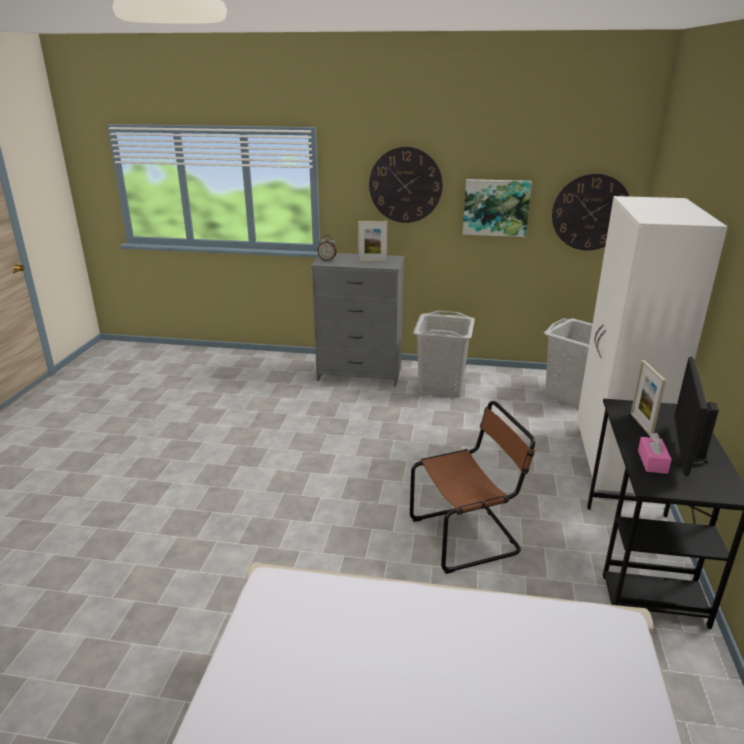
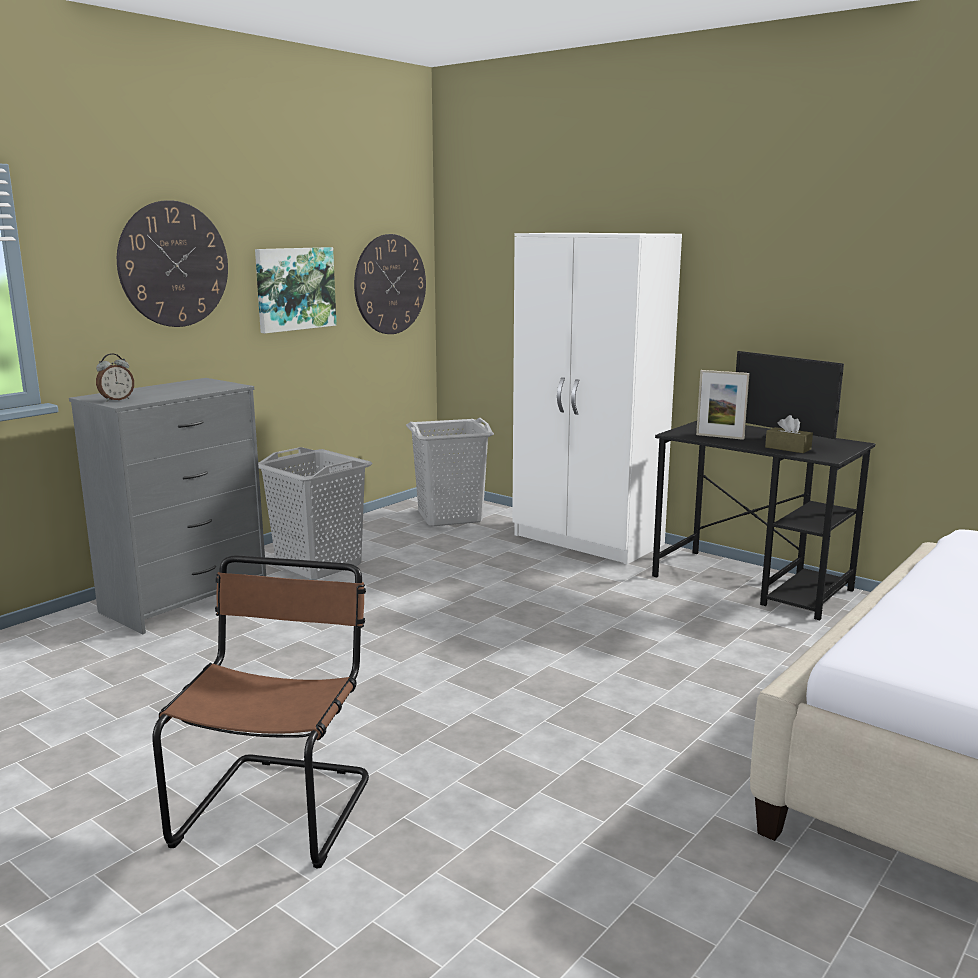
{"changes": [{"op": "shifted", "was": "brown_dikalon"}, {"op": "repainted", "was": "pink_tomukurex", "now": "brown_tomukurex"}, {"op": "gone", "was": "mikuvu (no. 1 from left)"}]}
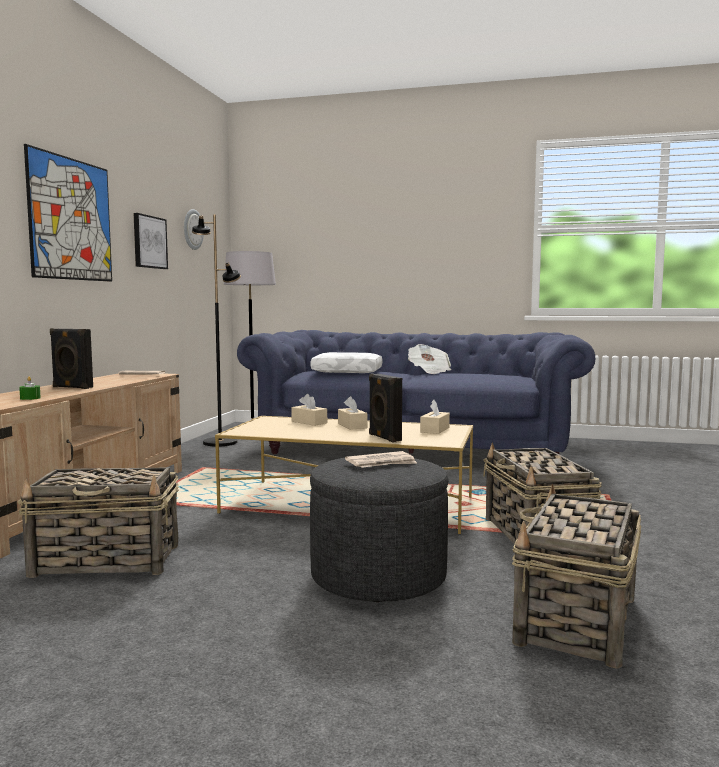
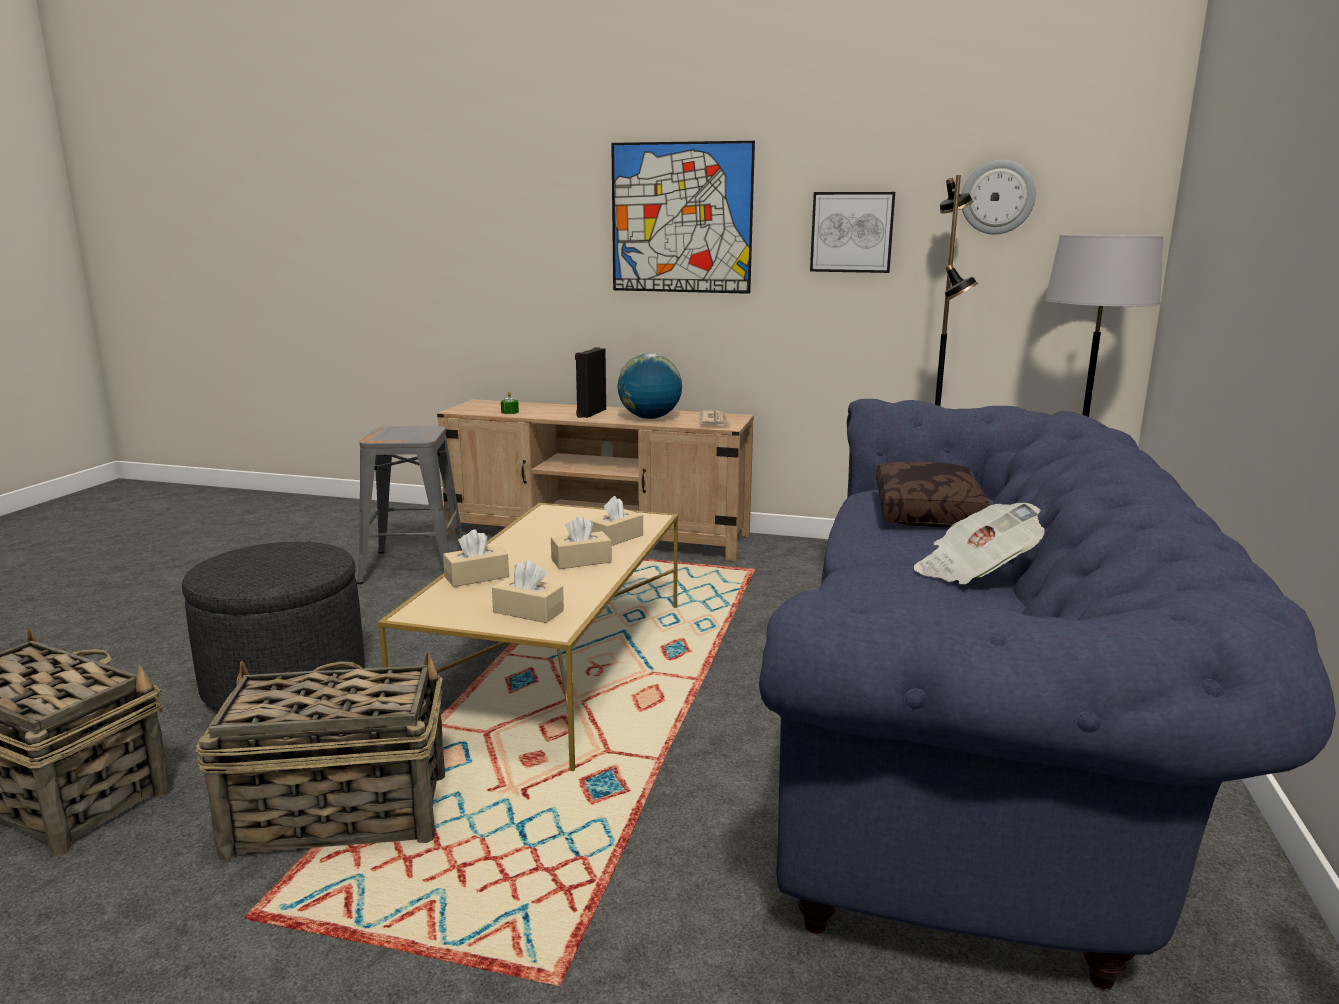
{"changes": [{"op": "swapped", "was": "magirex (no. 1 from left)", "now": "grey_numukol"}, {"op": "swapped", "was": "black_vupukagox (no. 2 from left)", "now": "beige_tomukurex (no. 1 from left)"}, {"op": "new", "now": "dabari"}, {"op": "repainted", "was": "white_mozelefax", "now": "brown_mozelefax"}, {"op": "gone", "was": "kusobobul (no. 2 from left)"}]}
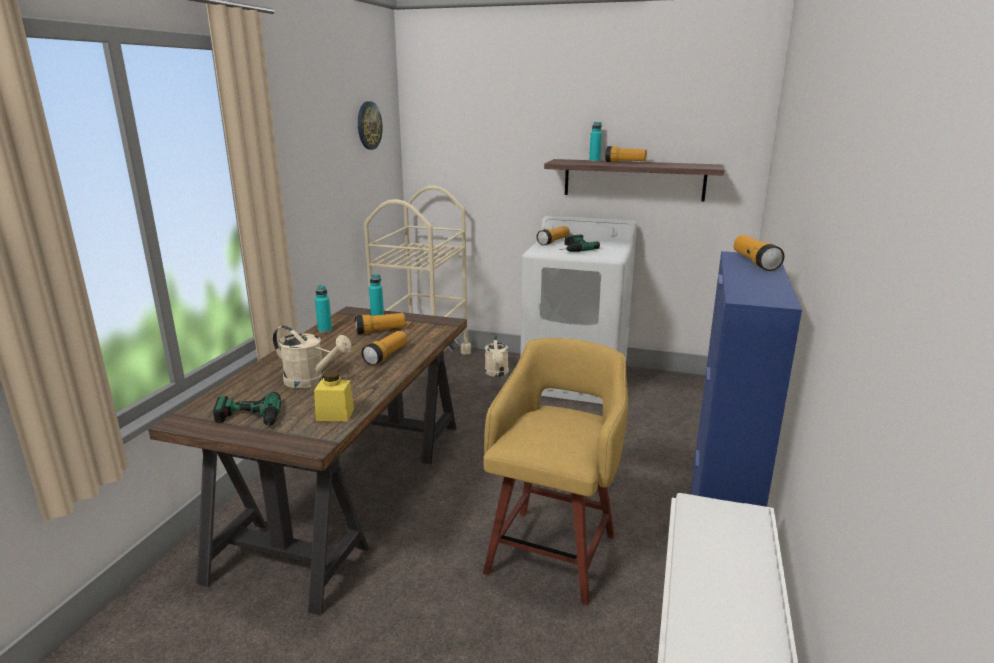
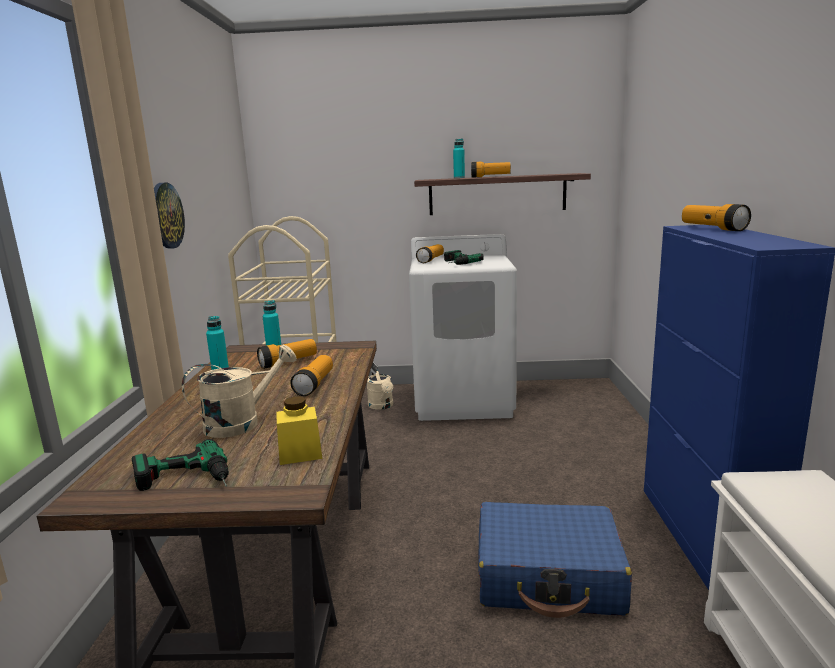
{"changes": [{"op": "shifted", "was": "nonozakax"}, {"op": "rotated", "was": "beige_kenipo (no. 1 from left)", "clockwise": -45}, {"op": "swapped", "was": "yellow_numukol", "now": "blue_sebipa"}]}
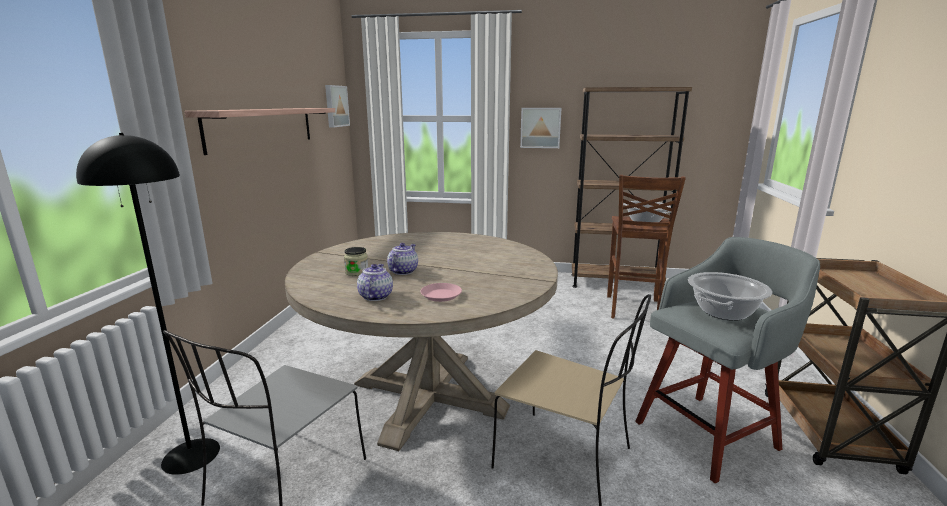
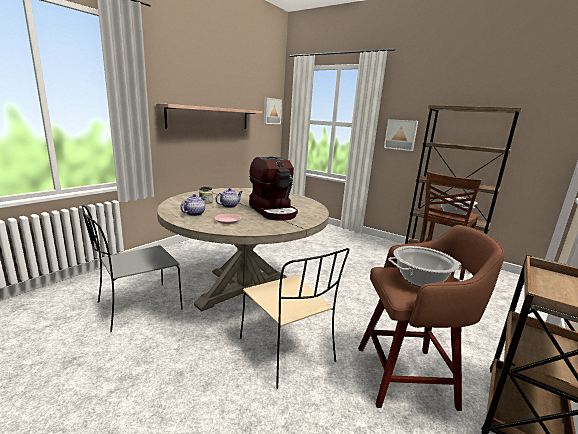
{"changes": [{"op": "new", "now": "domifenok"}, {"op": "repainted", "was": "grey_numukol", "now": "brown_numukol (no. 1 from left)"}, {"op": "gone", "was": "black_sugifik"}]}
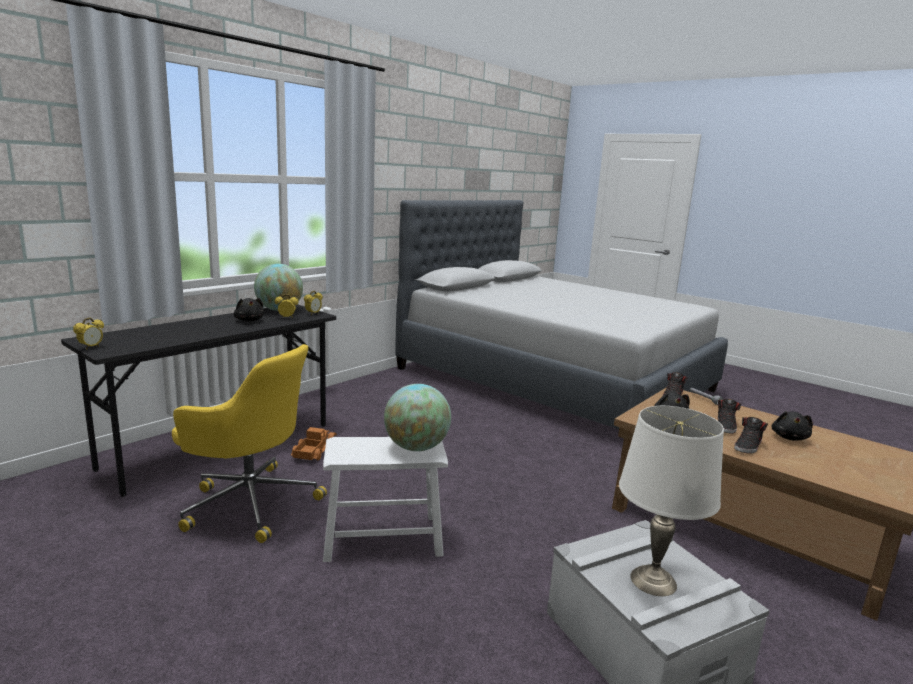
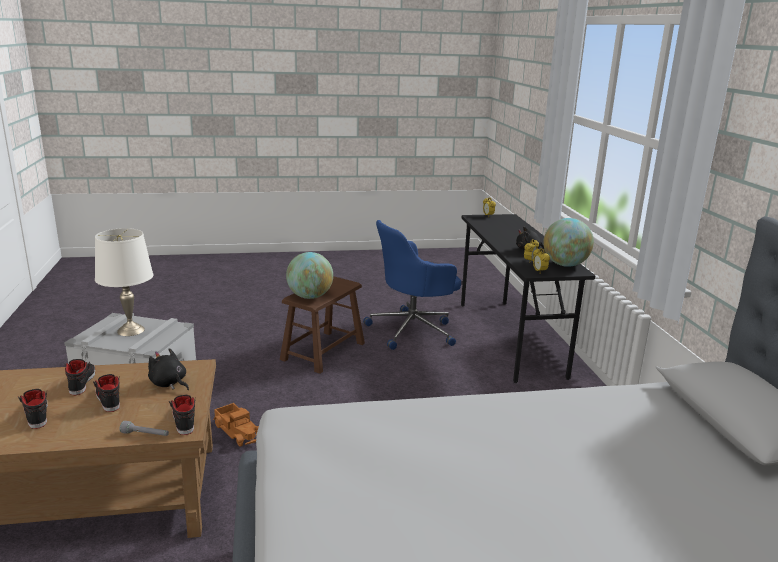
{"changes": [{"op": "swapped", "was": "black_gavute (no. 3 from left)", "now": "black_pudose (no. 1 from left)"}, {"op": "shifted", "was": "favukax"}, {"op": "repainted", "was": "white_numukol", "now": "brown_numukol"}, {"op": "repainted", "was": "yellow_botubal", "now": "blue_botubal"}]}
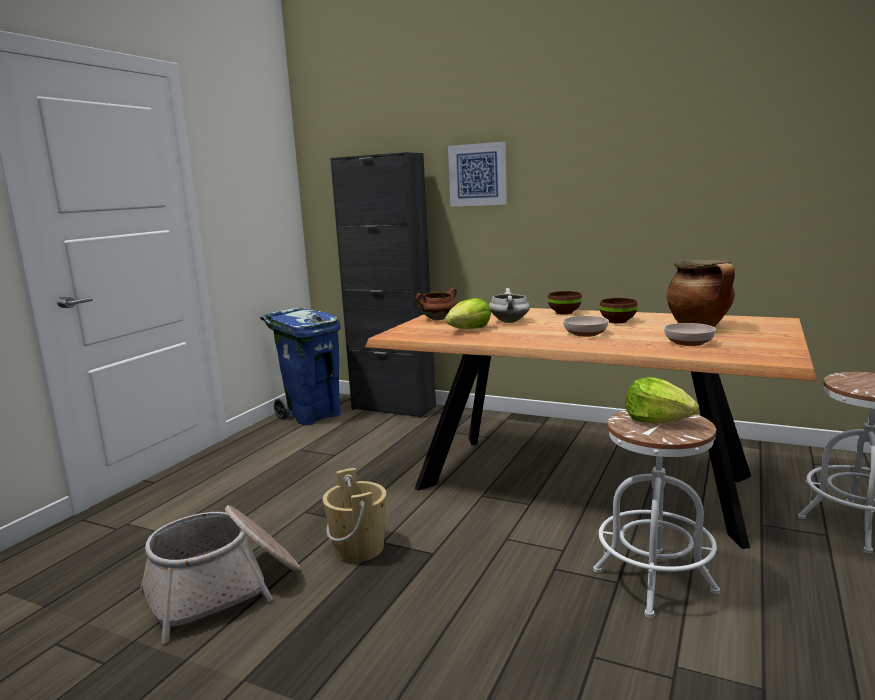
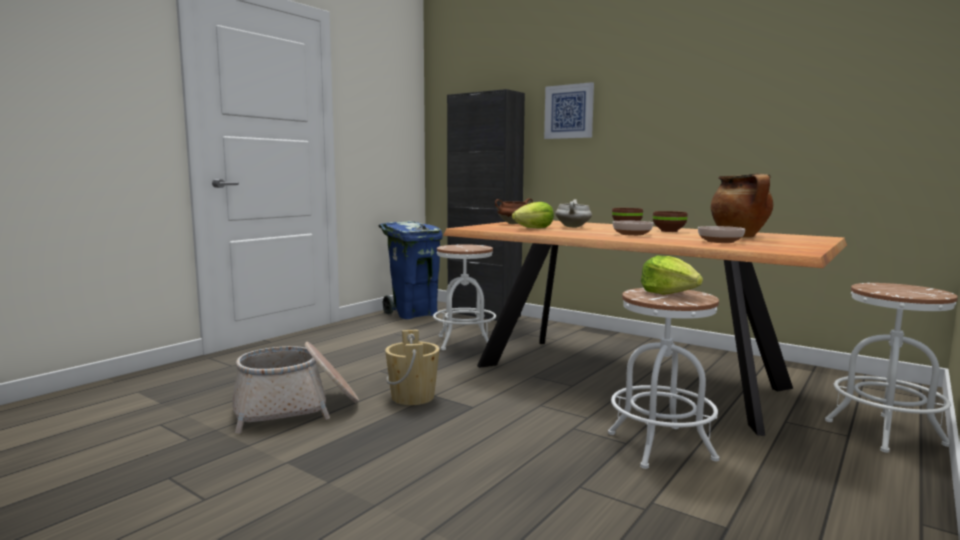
{"changes": [{"op": "new", "now": "white_numukol (no. 1 from left)"}]}
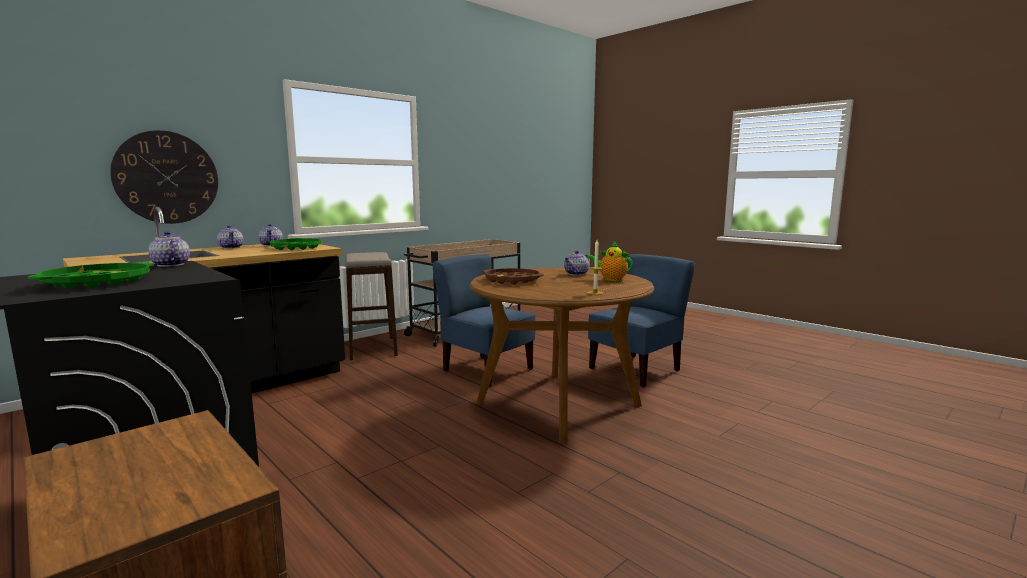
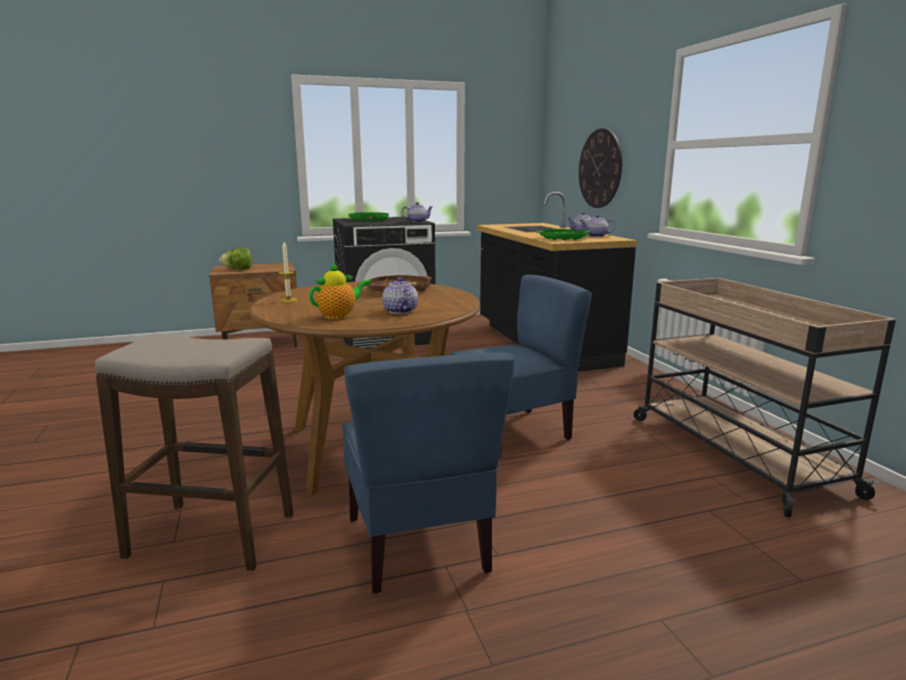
{"changes": [{"op": "shifted", "was": "numukol"}, {"op": "new", "now": "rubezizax"}]}
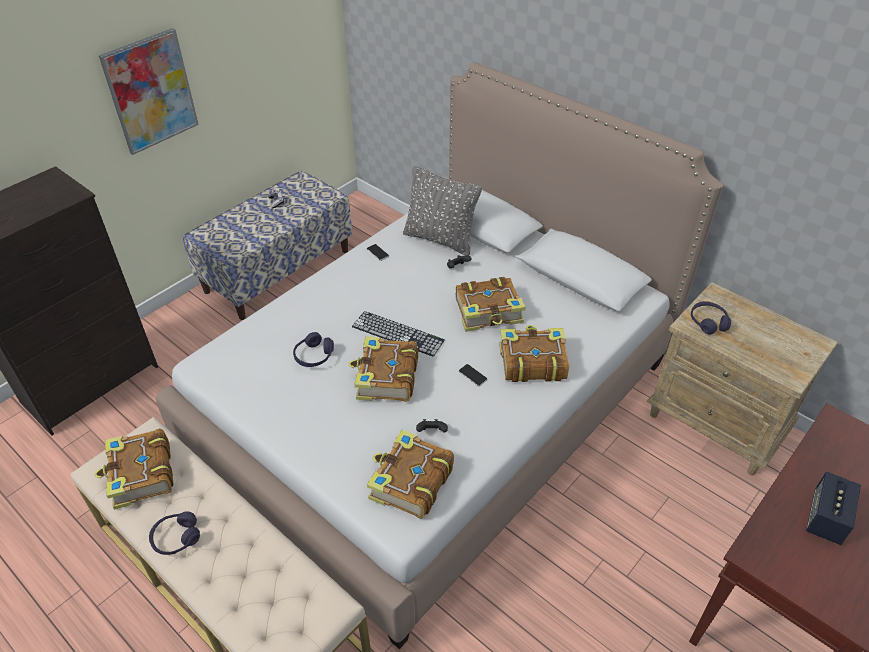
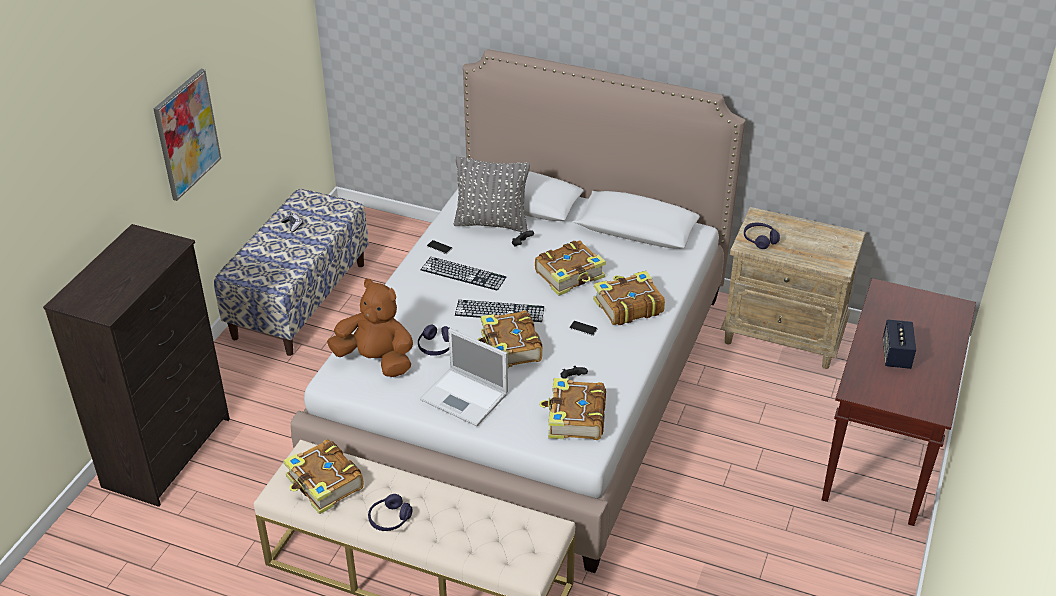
{"changes": [{"op": "new", "now": "brown_gavute"}, {"op": "new", "now": "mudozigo"}, {"op": "new", "now": "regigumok (no. 1 from left)"}]}
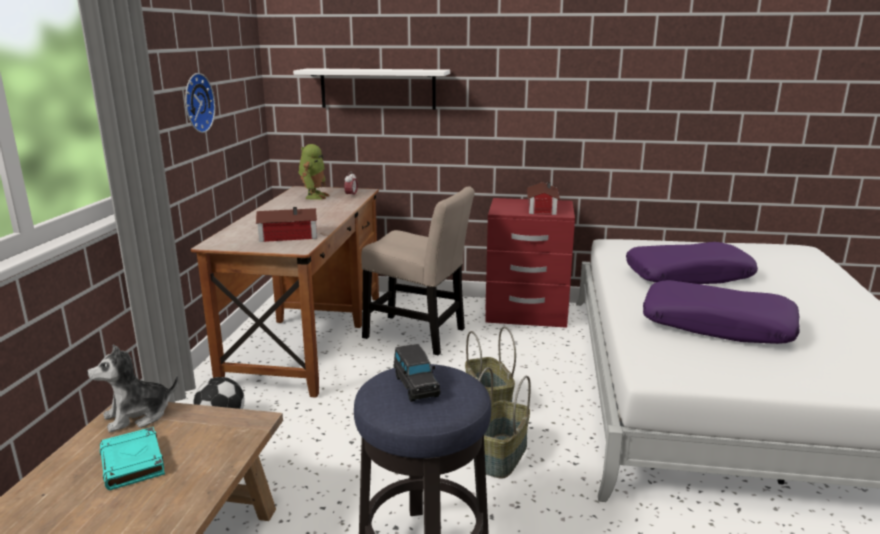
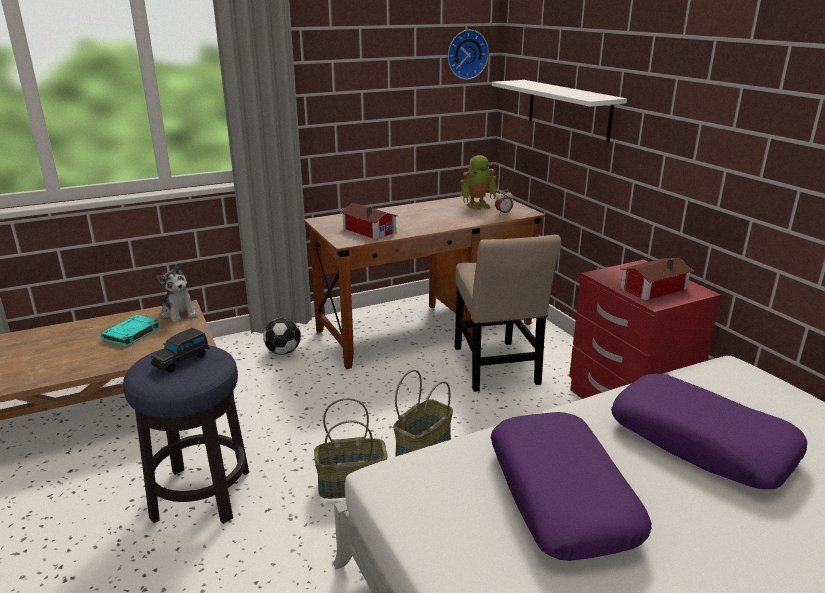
{"changes": [{"op": "rotated", "was": "gavute", "clockwise": -150}, {"op": "shifted", "was": "nonozakax"}]}
